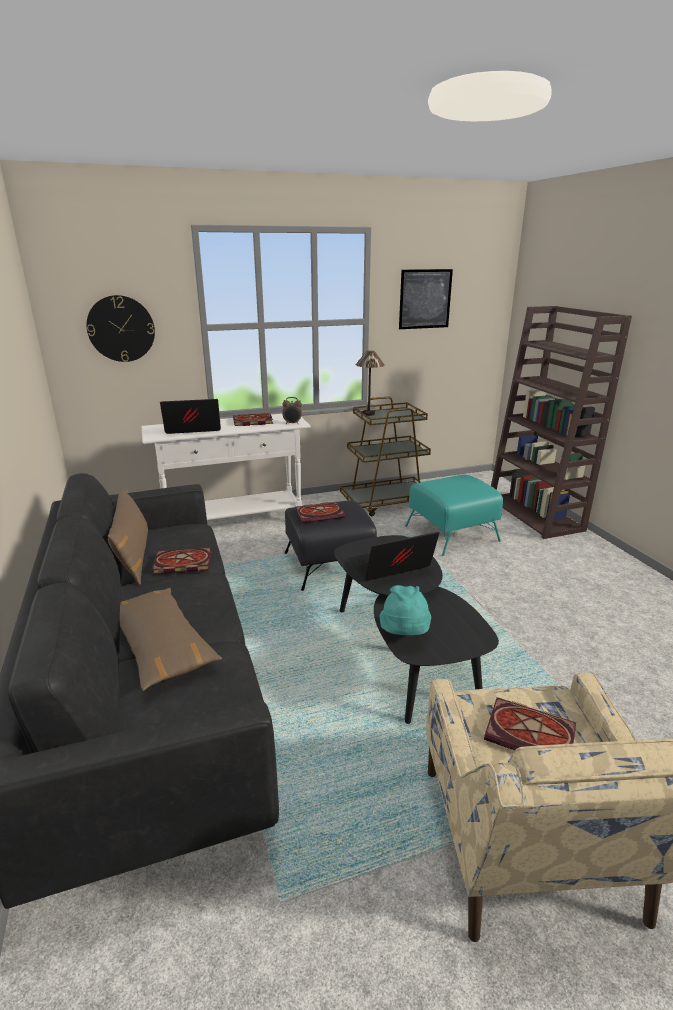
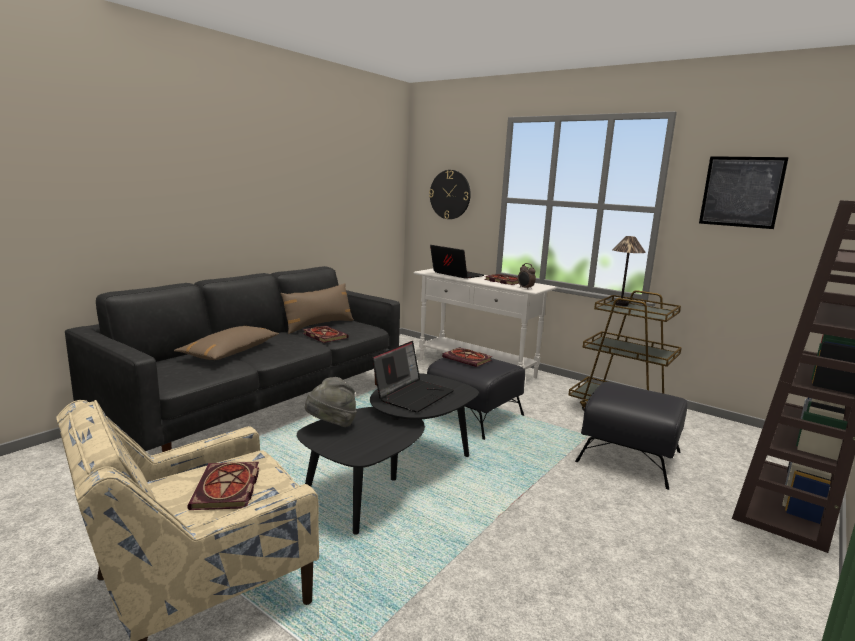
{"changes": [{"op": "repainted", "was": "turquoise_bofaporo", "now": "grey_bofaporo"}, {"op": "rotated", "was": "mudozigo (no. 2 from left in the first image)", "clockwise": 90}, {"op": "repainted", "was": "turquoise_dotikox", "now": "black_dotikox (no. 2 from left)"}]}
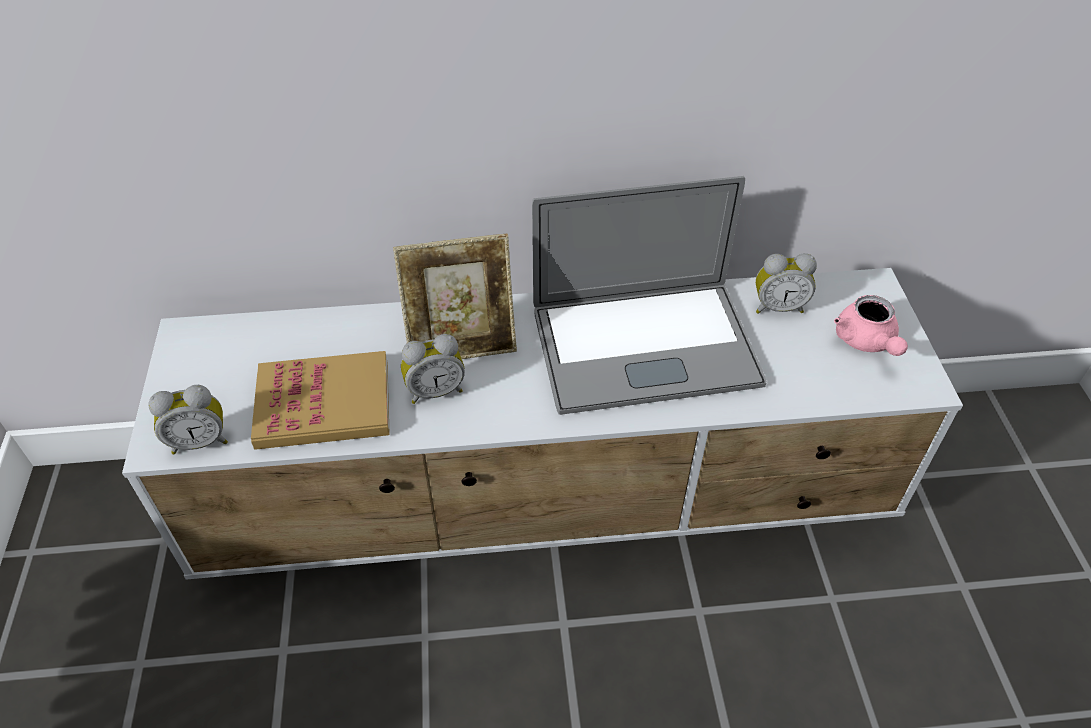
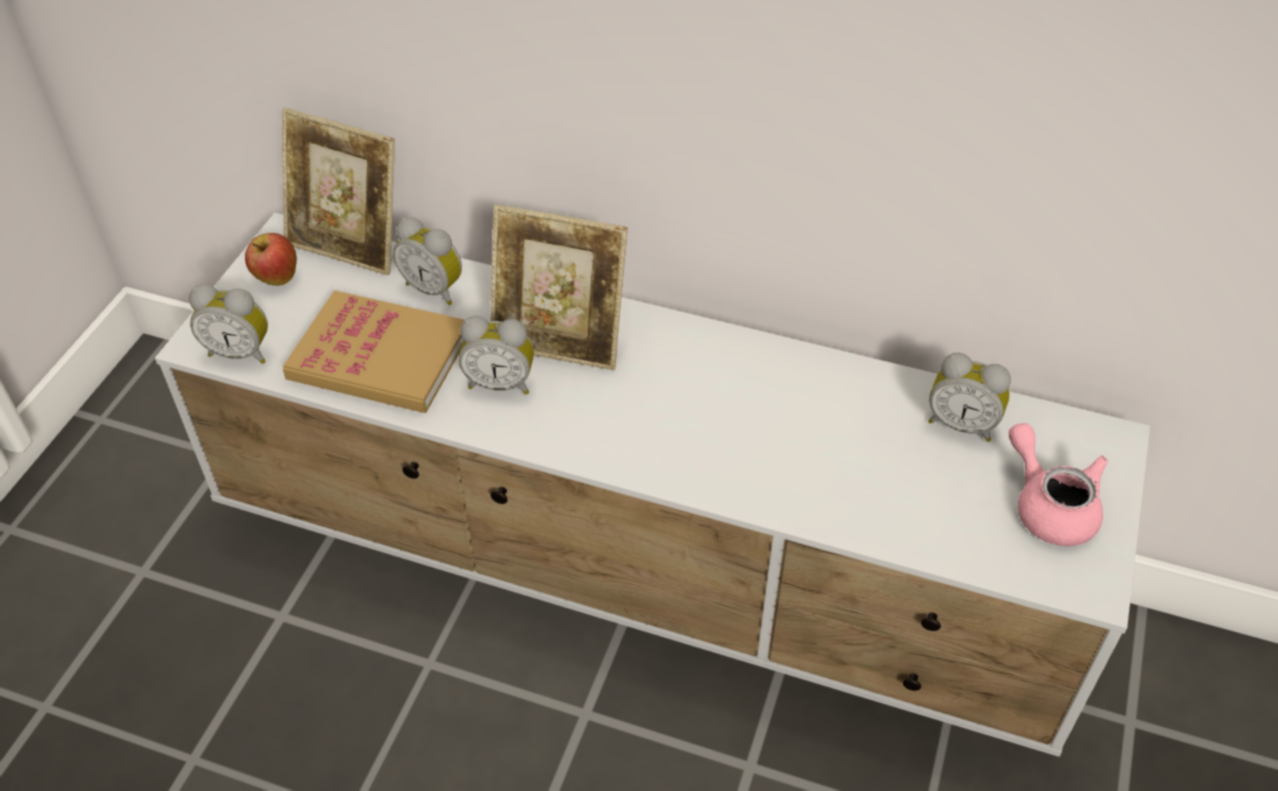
{"changes": [{"op": "new", "now": "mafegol"}, {"op": "new", "now": "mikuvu (no. 1 from left)"}, {"op": "new", "now": "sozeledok (no. 2 from left)"}, {"op": "rotated", "was": "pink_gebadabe", "clockwise": 135}, {"op": "gone", "was": "mudozigo"}]}
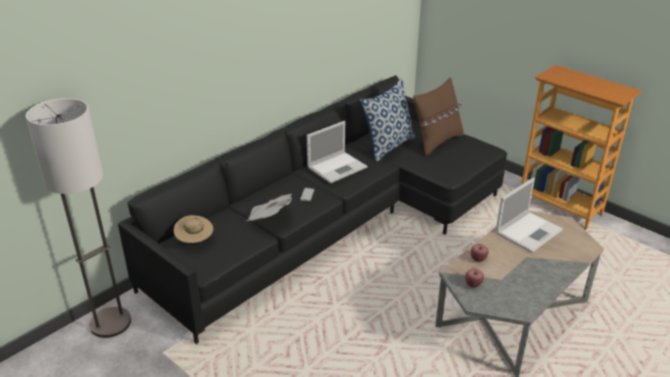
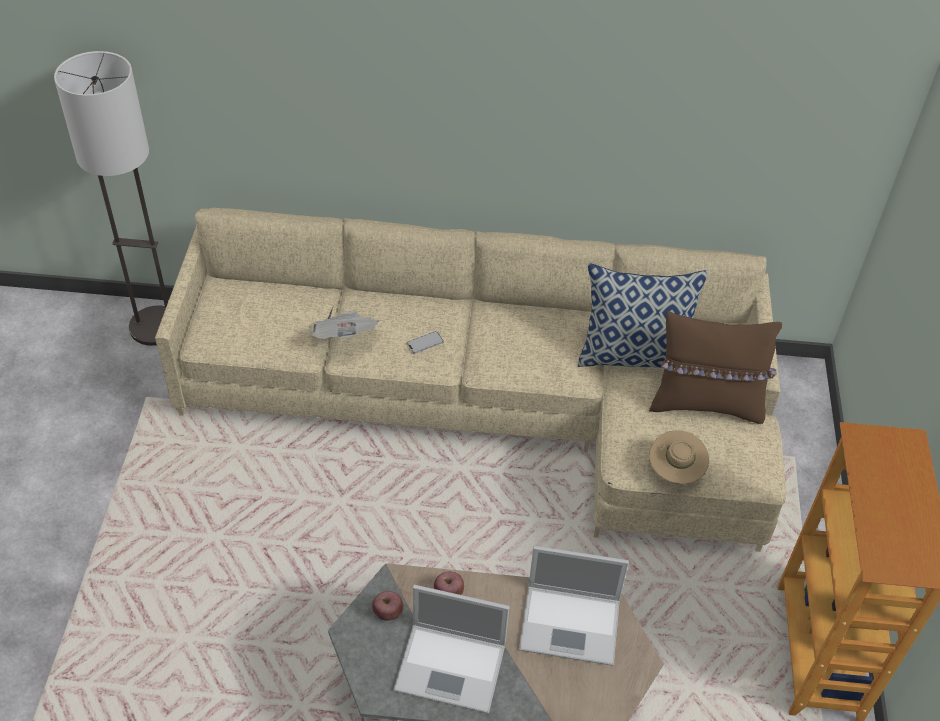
{"changes": [{"op": "repainted", "was": "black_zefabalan", "now": "beige_zefabalan"}, {"op": "shifted", "was": "mudozigo (no. 1 from left)"}, {"op": "shifted", "was": "beige_bofaporo"}]}
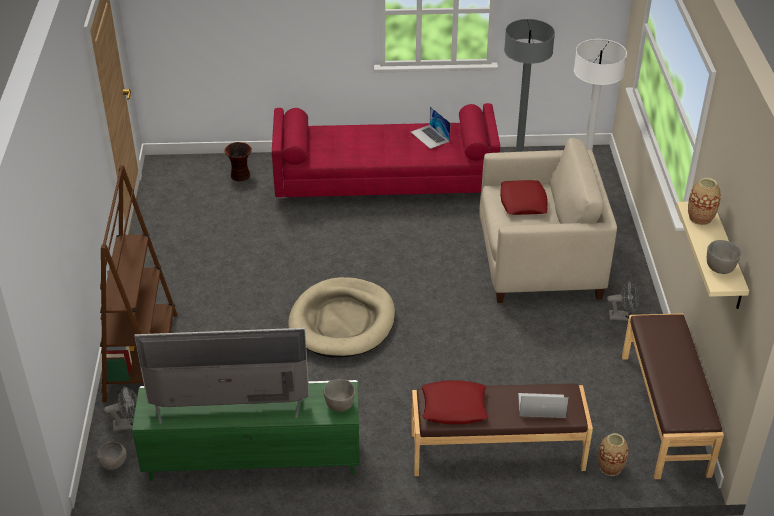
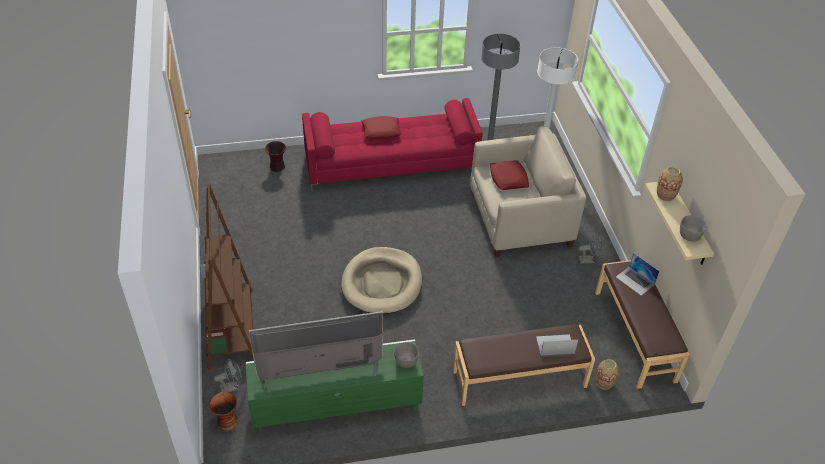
{"changes": [{"op": "swapped", "was": "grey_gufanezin (no. 1 from left)", "now": "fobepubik (no. 1 from left)"}, {"op": "shifted", "was": "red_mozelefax (no. 1 from left)"}, {"op": "shifted", "was": "mudozigo (no. 1 from left in the first image)", "now": "mudozigo (no. 2 from left)"}]}
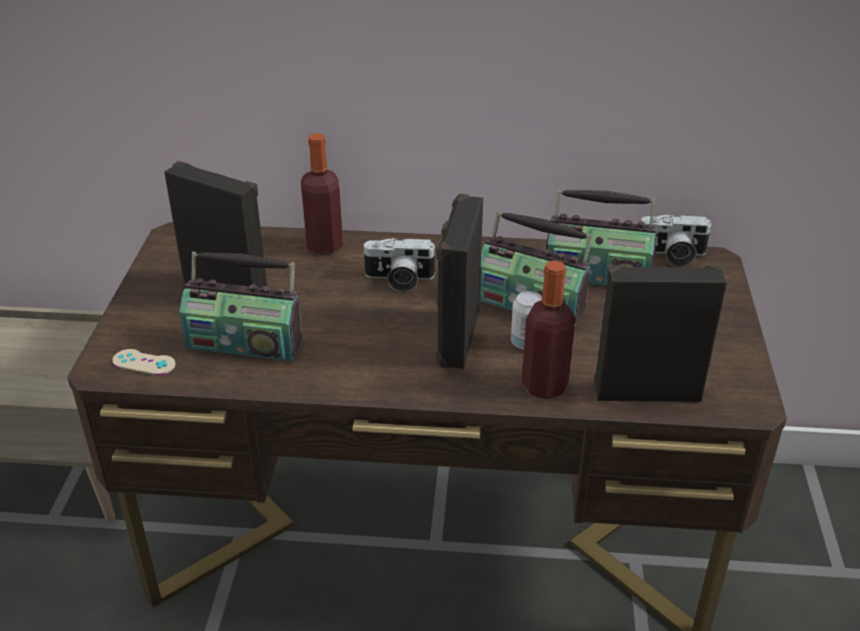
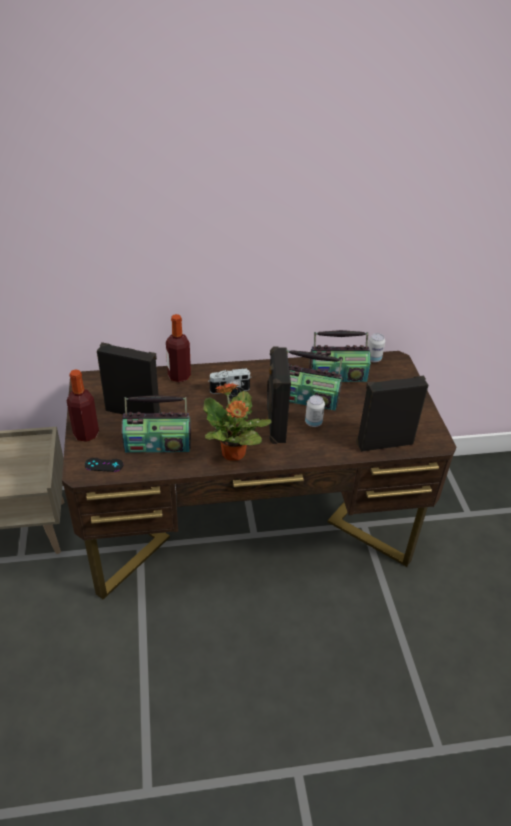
{"changes": [{"op": "shifted", "was": "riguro (no. 2 from left in the first image)", "now": "riguro (no. 1 from left)"}, {"op": "repainted", "was": "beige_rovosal", "now": "black_rovosal"}, {"op": "new", "now": "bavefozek"}, {"op": "swapped", "was": "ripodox (no. 2 from left)", "now": "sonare (no. 2 from left)"}]}
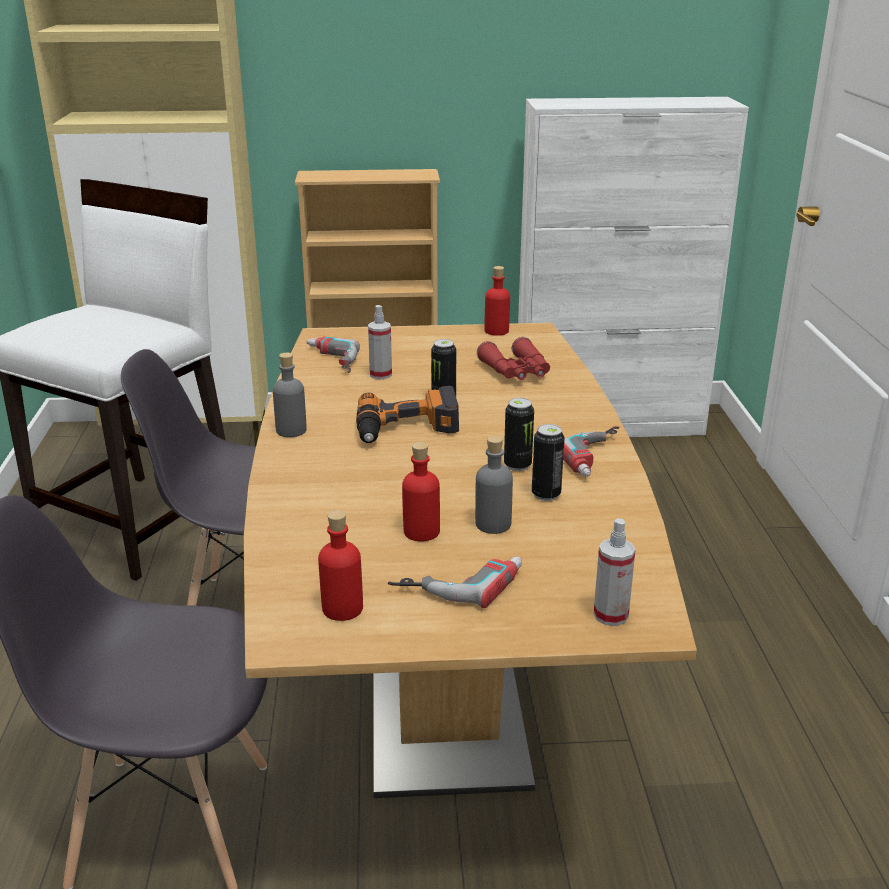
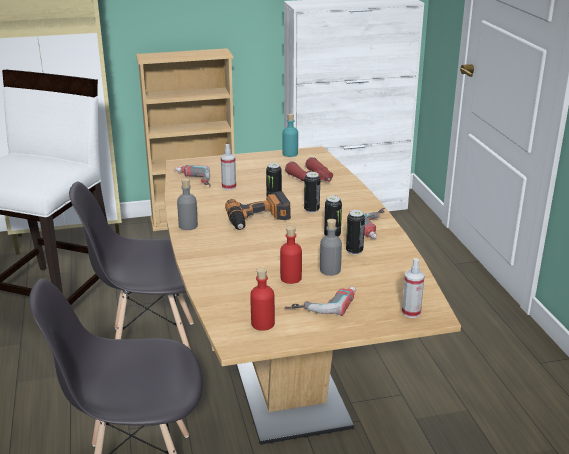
{"changes": [{"op": "repainted", "was": "red_riguro (no. 3 from left)", "now": "turquoise_riguro"}, {"op": "new", "now": "sonare (no. 2 from left)"}]}
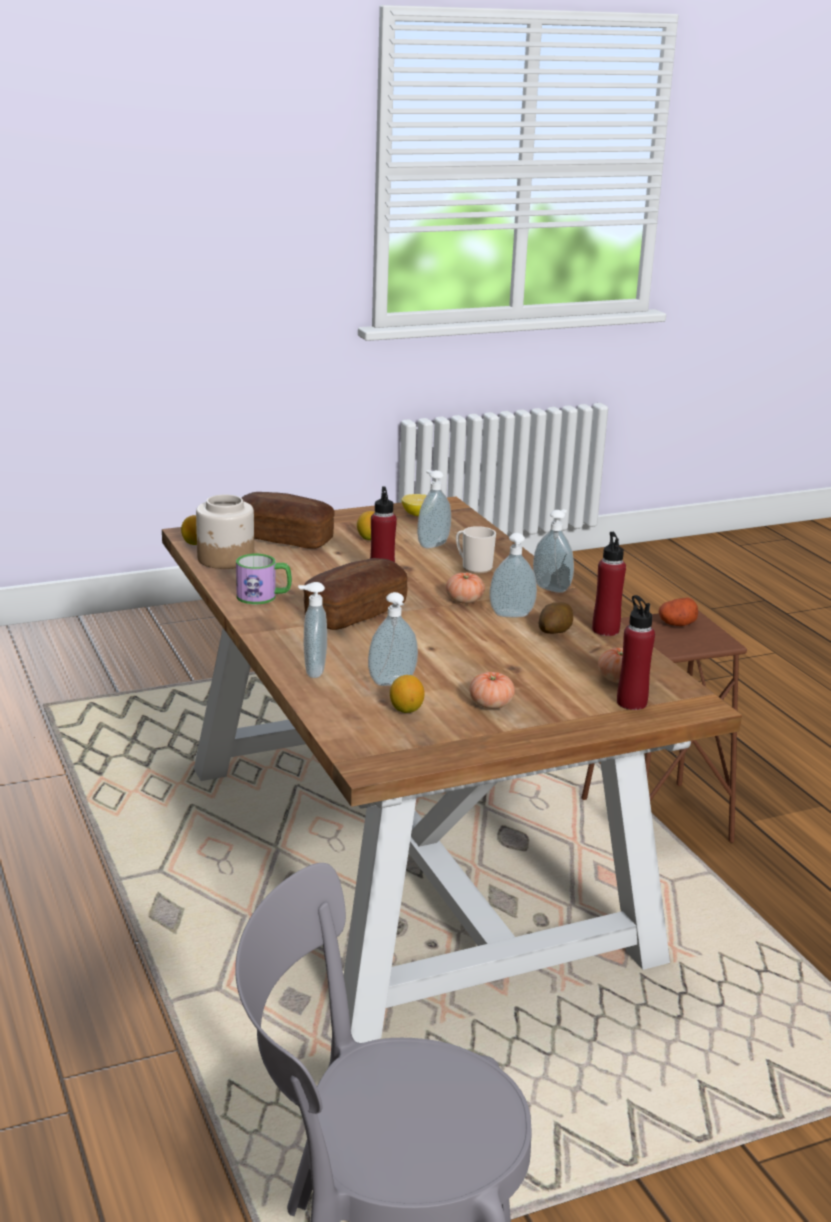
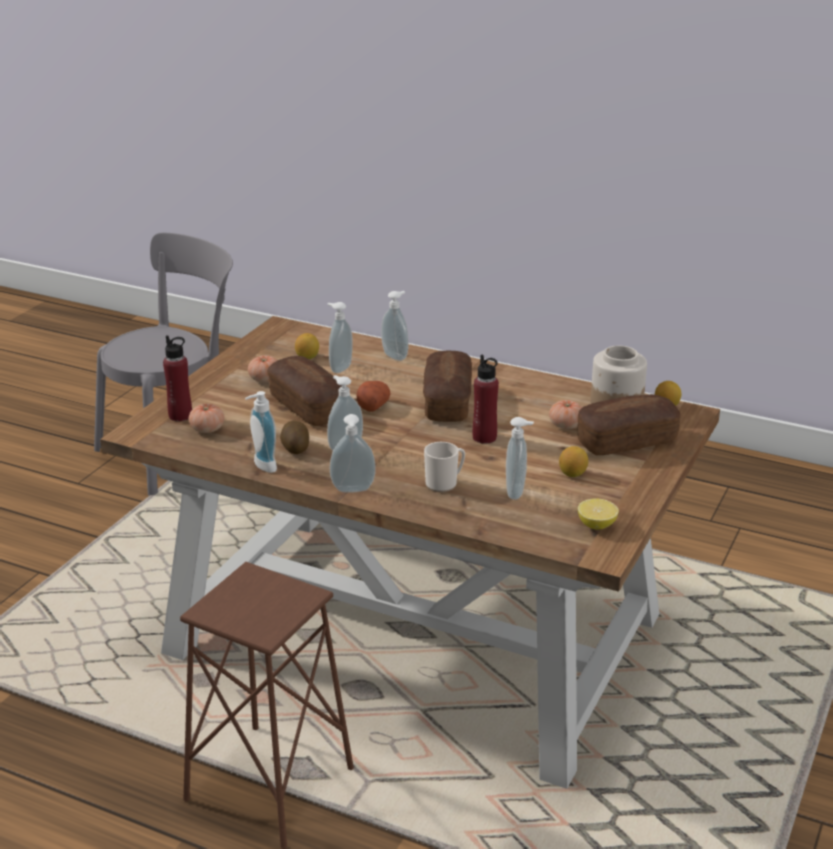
{"changes": [{"op": "swapped", "was": "red_riguro (no. 2 from left)", "now": "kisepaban (no. 1 from left)"}, {"op": "new", "now": "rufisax (no. 1 from left)"}, {"op": "shifted", "was": "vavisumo (no. 2 from left)"}, {"op": "shifted", "was": "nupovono (no. 1 from left in the first image)", "now": "nupovono (no. 3 from left)"}, {"op": "gone", "was": "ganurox (no. 1 from left)"}]}
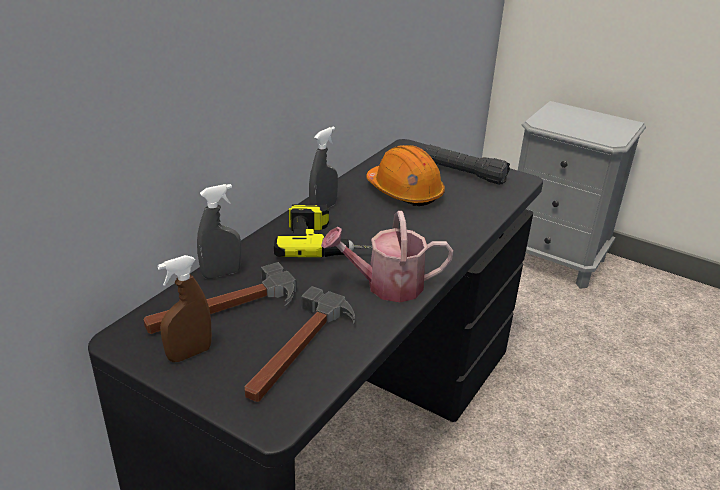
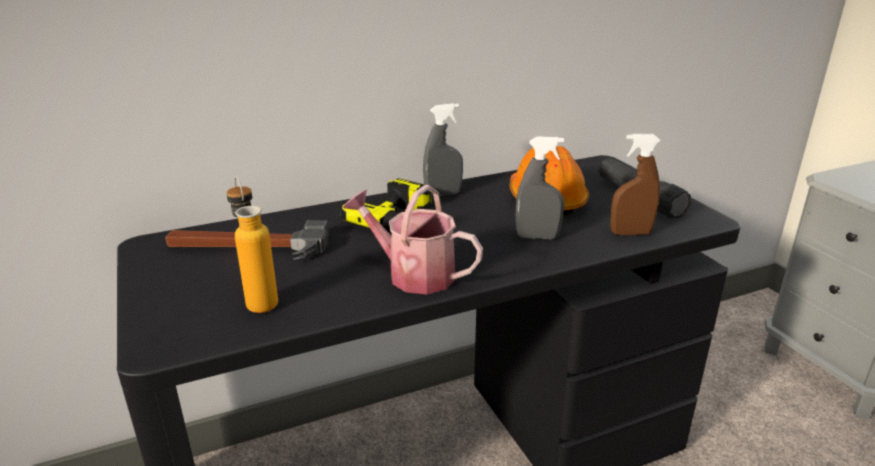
{"changes": [{"op": "swapped", "was": "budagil (no. 2 from left)", "now": "riguro"}, {"op": "shifted", "was": "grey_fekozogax (no. 1 from left in the first image)", "now": "grey_fekozogax (no. 2 from left)"}, {"op": "shifted", "was": "brown_fekozogax"}]}
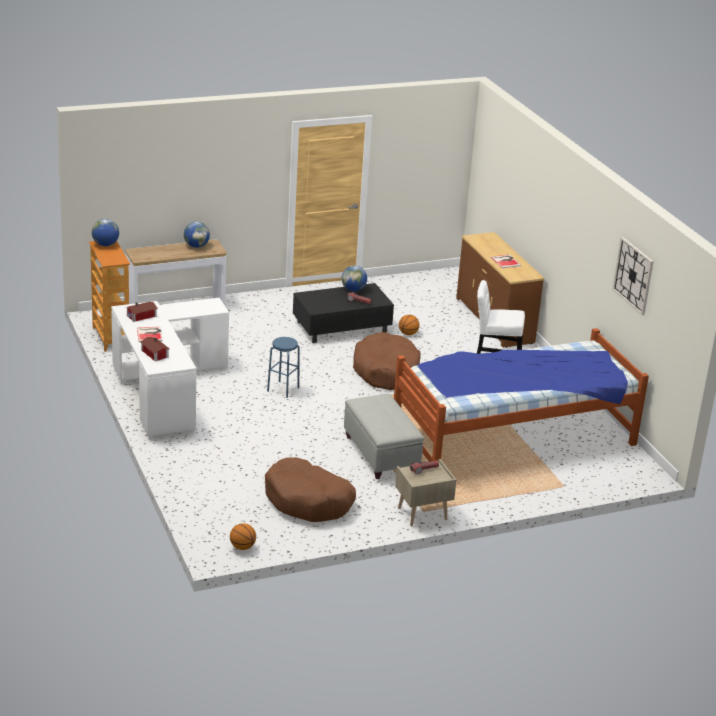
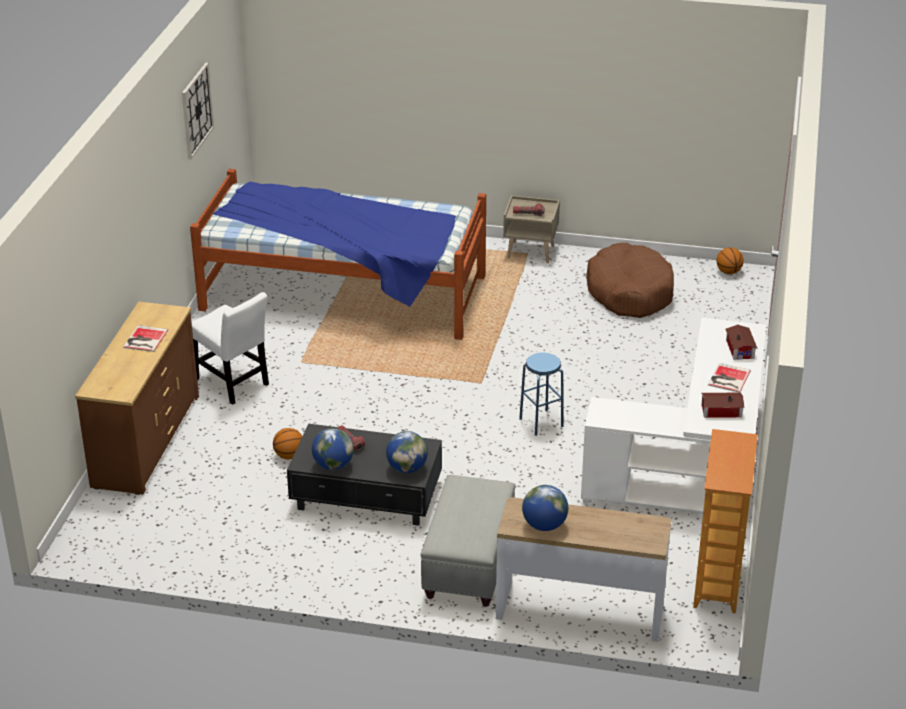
{"changes": [{"op": "shifted", "was": "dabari (no. 1 from left in the first image)", "now": "dabari (no. 2 from left)"}, {"op": "shifted", "was": "grey_dotikox"}, {"op": "gone", "was": "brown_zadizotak (no. 2 from left)"}]}
